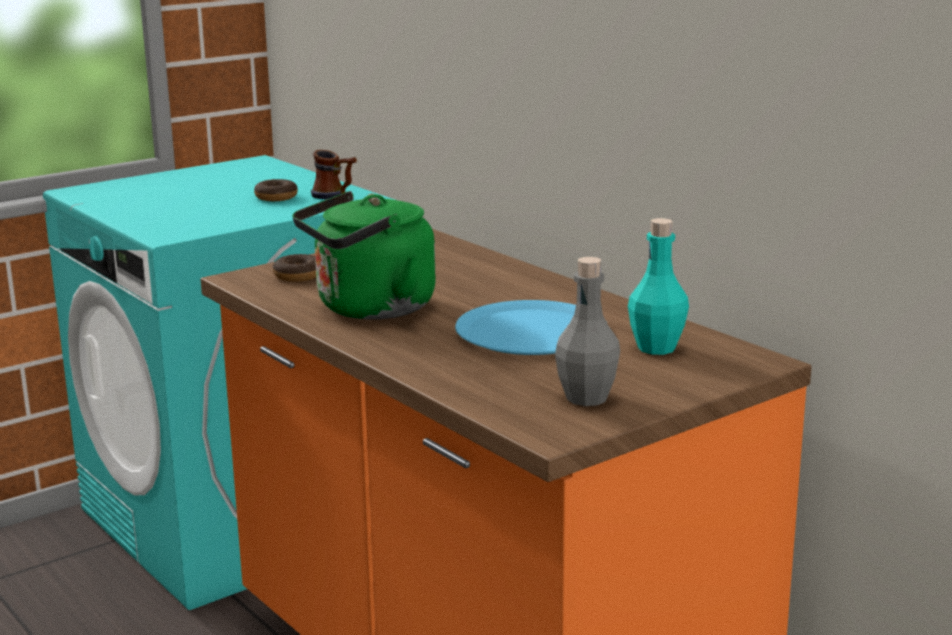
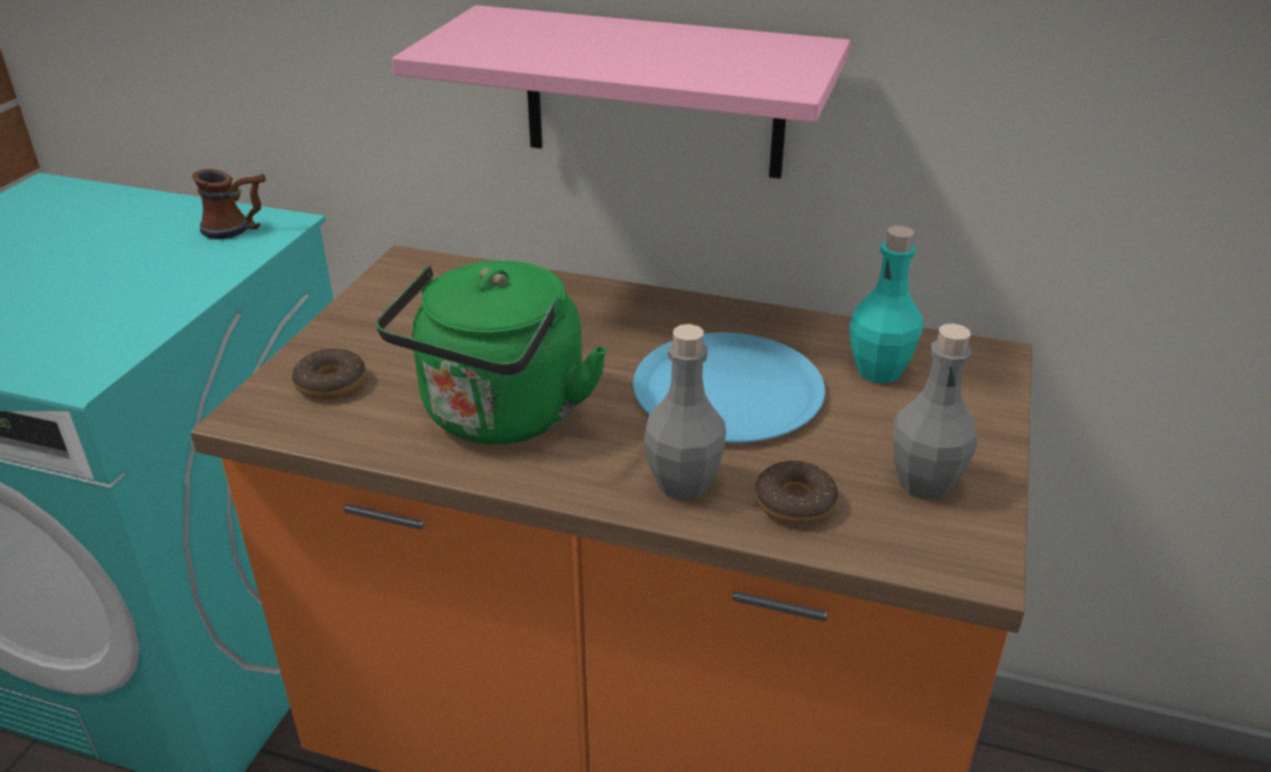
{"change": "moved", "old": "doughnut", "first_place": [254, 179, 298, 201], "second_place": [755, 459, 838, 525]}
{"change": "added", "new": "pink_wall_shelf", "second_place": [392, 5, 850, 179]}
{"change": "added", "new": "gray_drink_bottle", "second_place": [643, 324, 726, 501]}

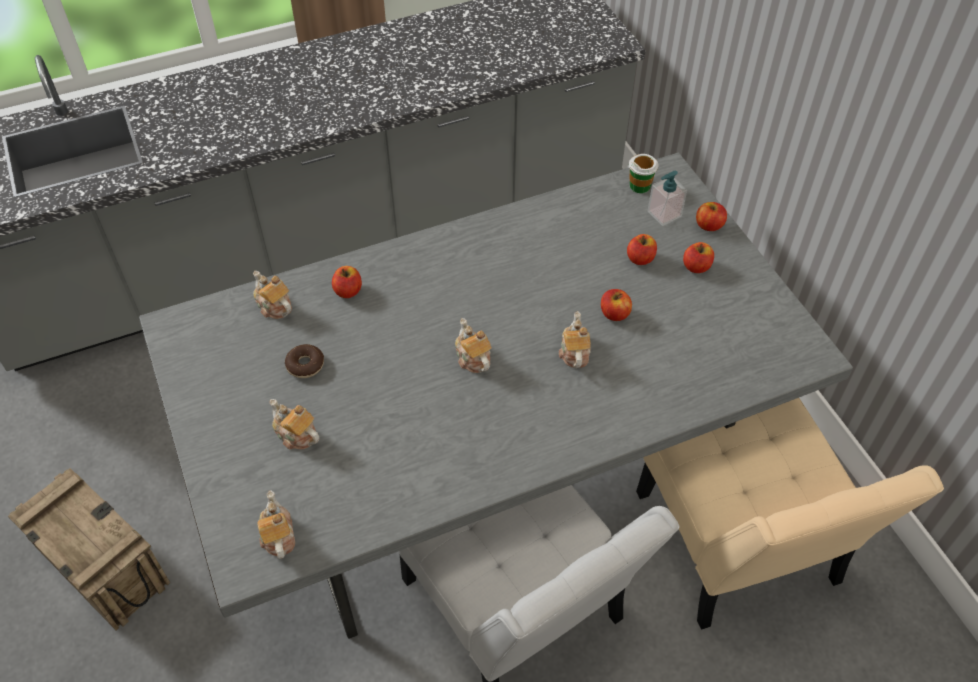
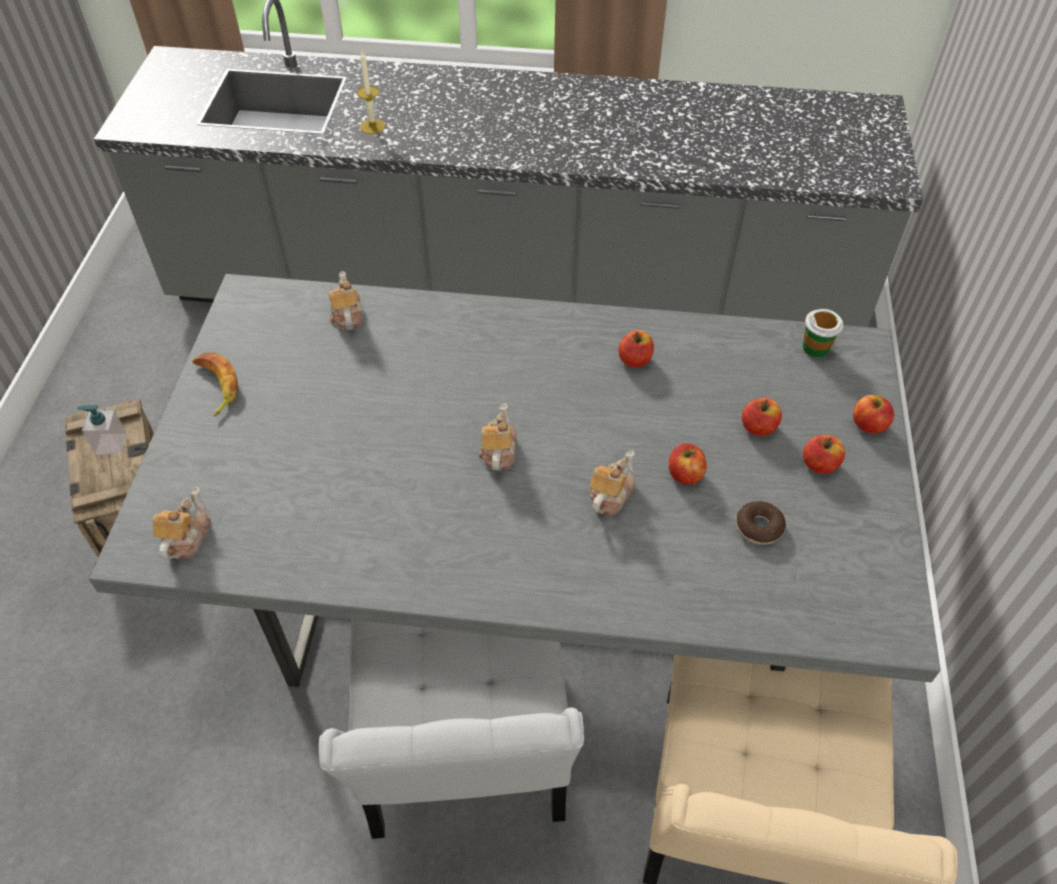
{"change": "moved", "old": "soap_dispenser", "first_place": [648, 170, 687, 226], "second_place": [77, 405, 127, 454]}
{"change": "moved", "old": "apple", "first_place": [332, 266, 362, 298], "second_place": [618, 330, 654, 368]}
{"change": "moved", "old": "doughnut", "first_place": [285, 344, 324, 378], "second_place": [736, 501, 786, 545]}
{"change": "removed", "old": "teapot", "first_place": [269, 399, 320, 450]}
{"change": "added", "new": "wax_candle", "second_place": [357, 51, 386, 134]}
{"change": "added", "new": "banana", "second_place": [192, 353, 238, 416]}

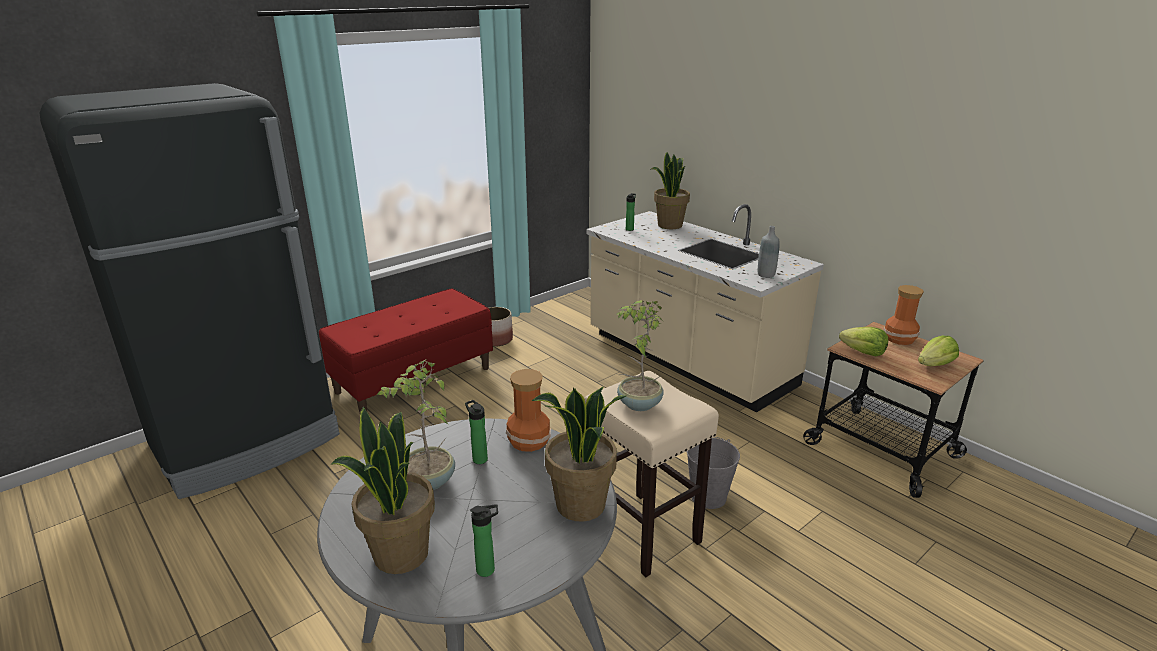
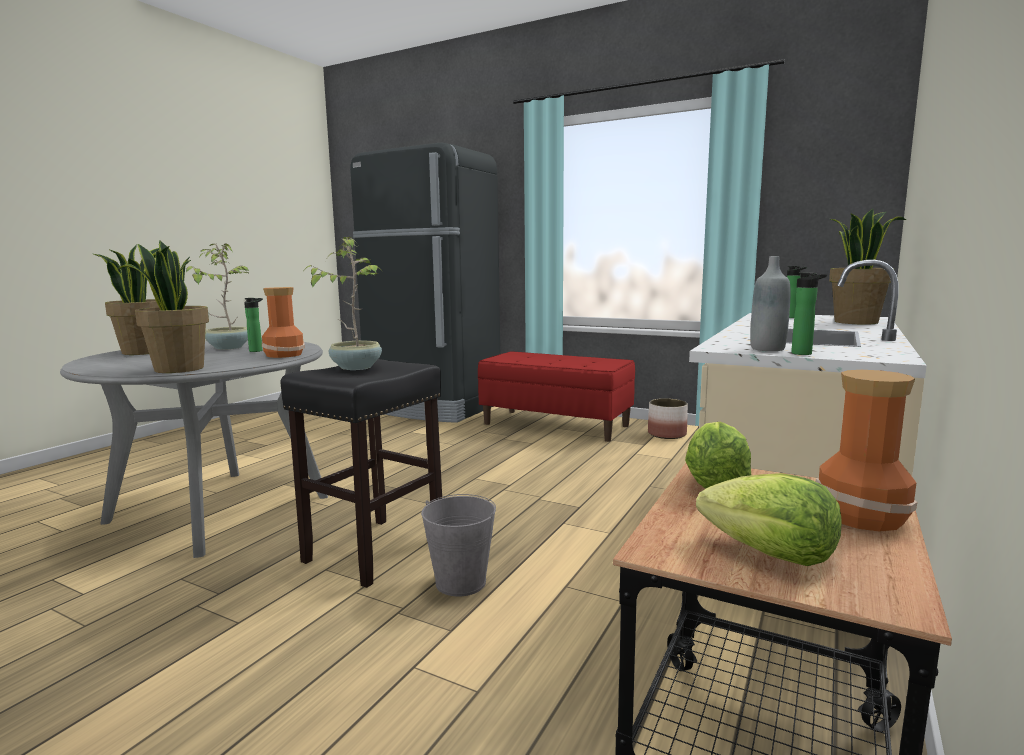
{"change": "recoloured", "old": "beige_sitting_stool", "new": "blackish_sitting_stool", "first_place": [584, 371, 719, 577], "second_place": [280, 359, 442, 588]}
{"change": "moved", "old": "drink_bottle", "first_place": [470, 504, 498, 577], "second_place": [791, 272, 827, 355]}

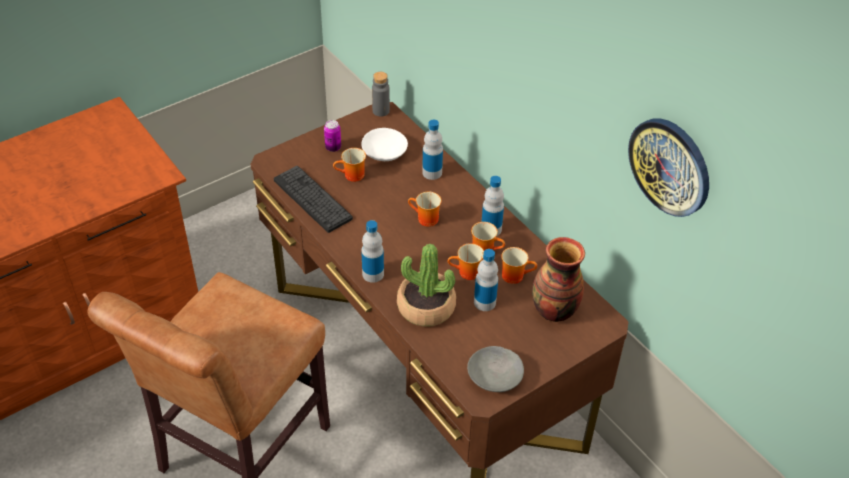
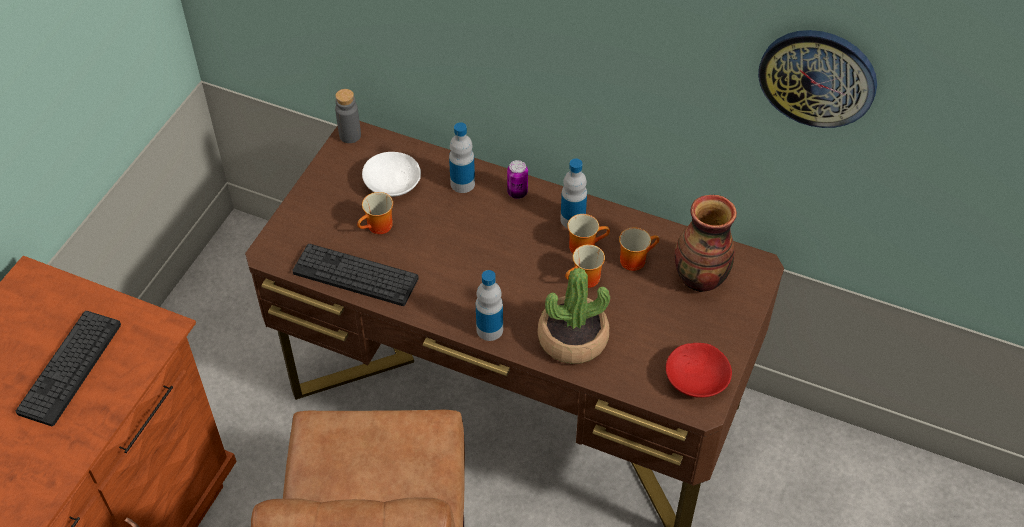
{"change": "moved", "old": "metal_can", "first_place": [324, 120, 341, 152], "second_place": [507, 160, 528, 199]}
{"change": "removed", "old": "mug", "first_place": [408, 192, 441, 227]}
{"change": "removed", "old": "drink_bottle", "first_place": [474, 249, 498, 311]}
{"change": "recoloured", "old": "gray_serving_bowl", "new": "reddish_serving_bowl", "first_place": [467, 346, 524, 392], "second_place": [666, 343, 732, 398]}
{"change": "added", "new": "computer_keyboard", "second_place": [16, 311, 121, 426]}

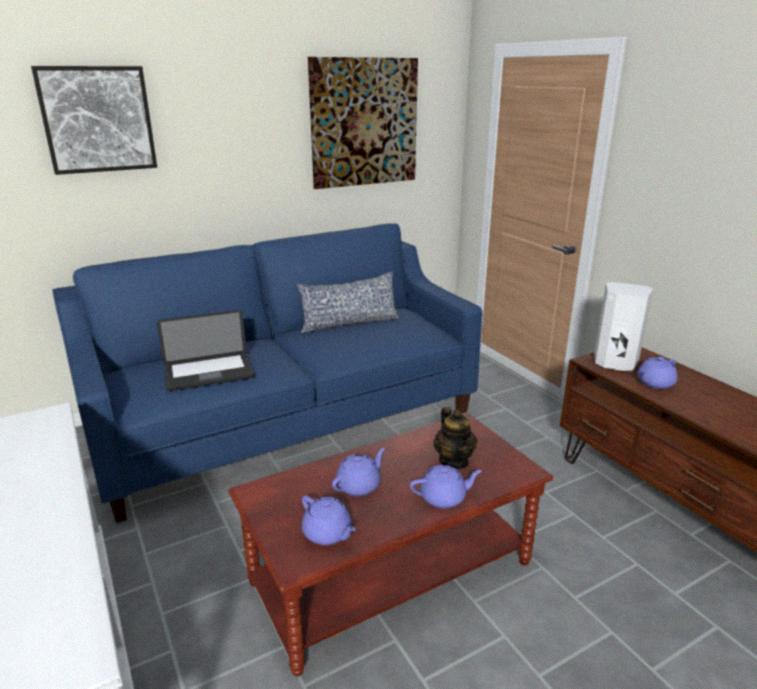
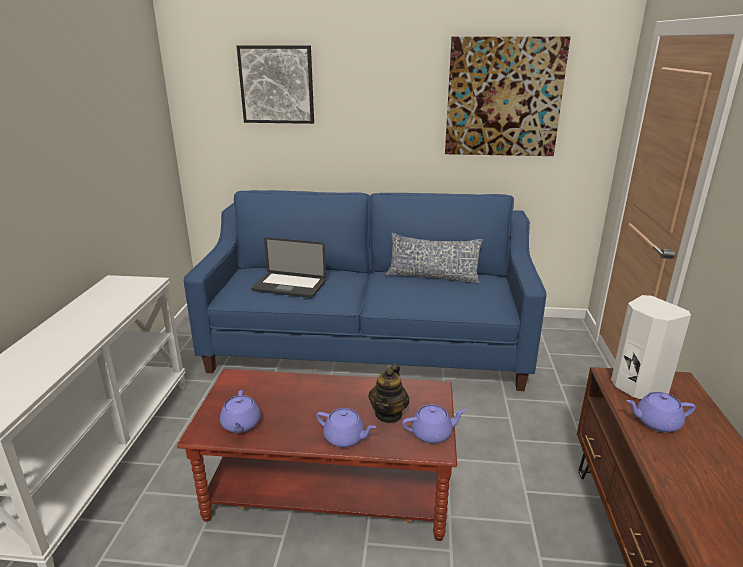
{"change": "moved", "old": "purplish_teapot", "first_place": [332, 448, 385, 496], "second_place": [402, 405, 466, 444]}

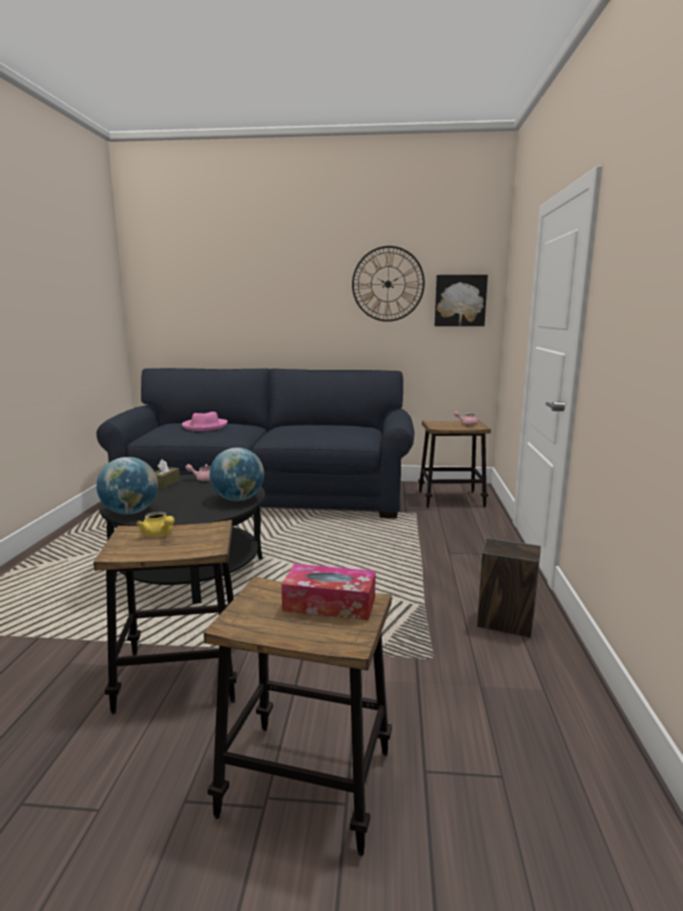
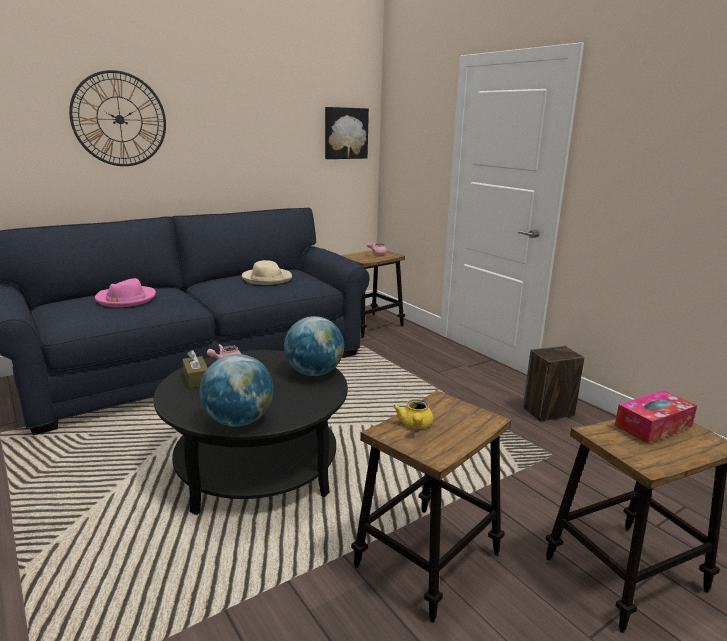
{"change": "moved", "old": "hanging_clock", "first_place": [352, 246, 425, 322], "second_place": [69, 70, 166, 166]}
{"change": "turned", "old": "yellow-coloured_teapot", "first_place": [136, 512, 175, 536], "second_place": [393, 399, 433, 428], "degrees": 90}
{"change": "added", "new": "beige_hat", "second_place": [242, 260, 292, 285]}

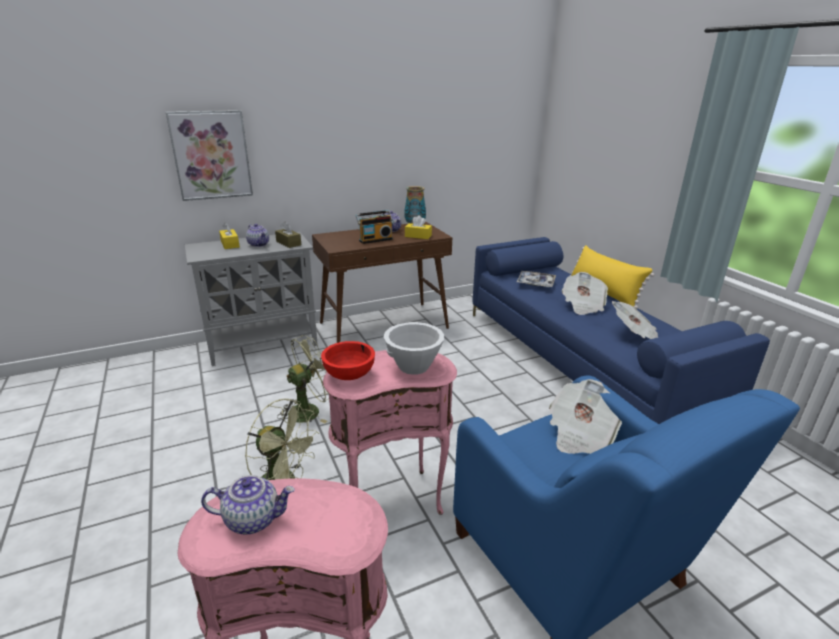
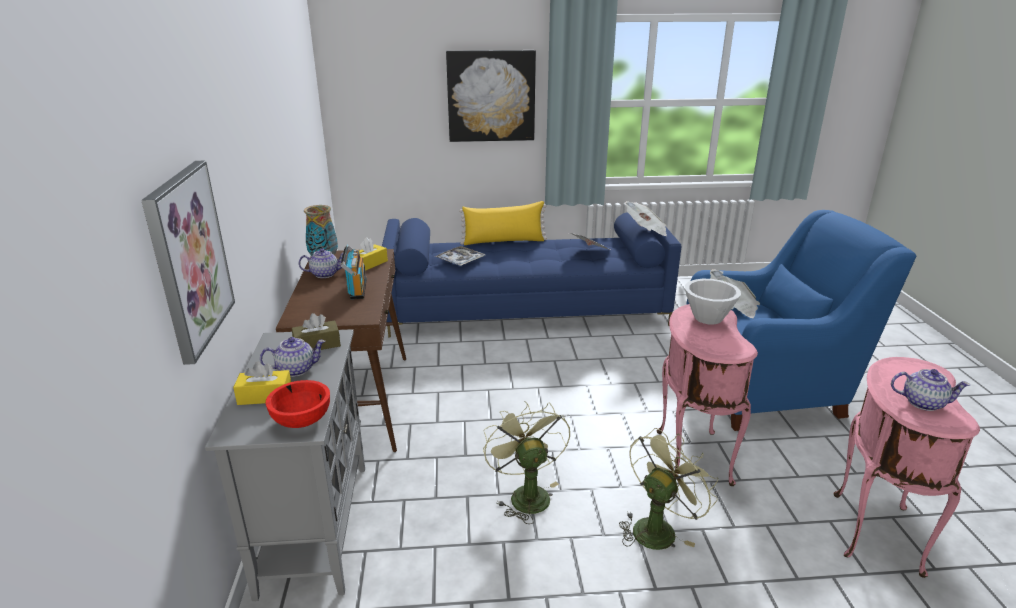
{"change": "moved", "old": "daily_paper", "first_place": [562, 272, 608, 315], "second_place": [625, 201, 667, 236]}
{"change": "moved", "old": "reddish_serving_bowl", "first_place": [321, 341, 375, 380], "second_place": [266, 380, 330, 428]}
{"change": "turned", "old": "teapot", "first_place": [201, 475, 295, 534], "second_place": [891, 369, 970, 411], "degrees": 90}
{"change": "added", "new": "wall_art", "second_place": [446, 50, 536, 142]}

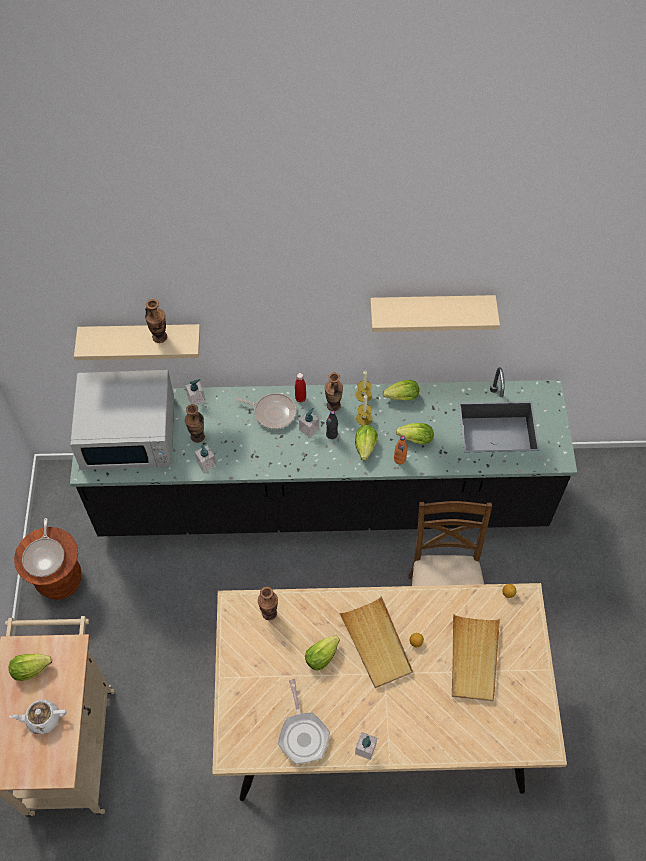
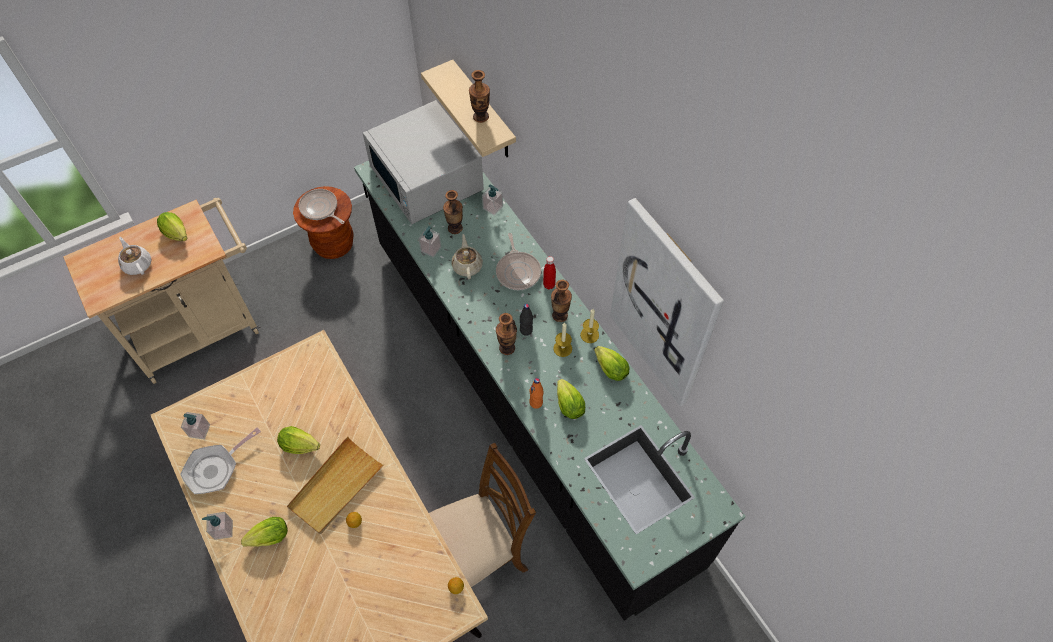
{"change": "replaced", "old": "beige_wall_shelf", "new": "wall_art", "first_place": [370, 295, 500, 332], "second_place": [610, 198, 724, 406]}
{"change": "moved", "old": "soap_dispenser", "first_place": [299, 408, 319, 438], "second_place": [181, 412, 210, 440]}
{"change": "moved", "old": "lettuce_head", "first_place": [355, 425, 378, 461], "second_place": [241, 517, 288, 547]}
{"change": "turned", "old": "frying_pan", "first_place": [22, 518, 64, 577], "second_place": [299, 189, 345, 224], "degrees": 75}
{"change": "moved", "old": "vase", "first_place": [258, 587, 278, 620], "second_place": [496, 313, 517, 355]}
{"change": "removed", "old": "beige_tray", "first_place": [452, 614, 500, 701]}
{"change": "added", "new": "beige_teapot", "second_place": [451, 234, 483, 279]}

